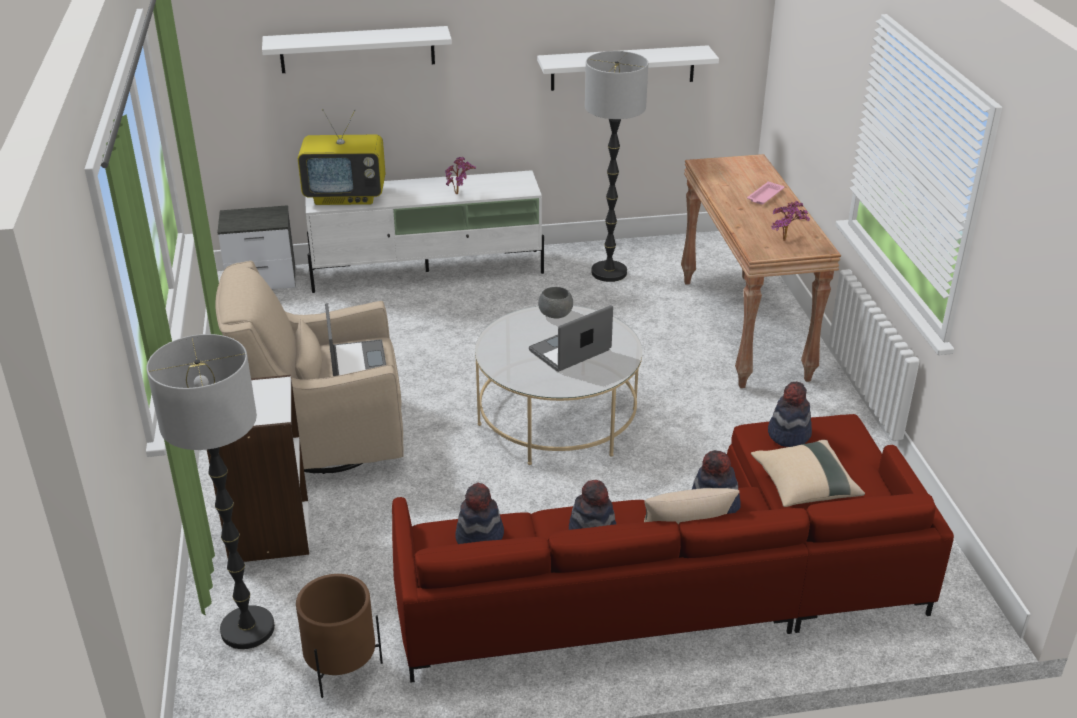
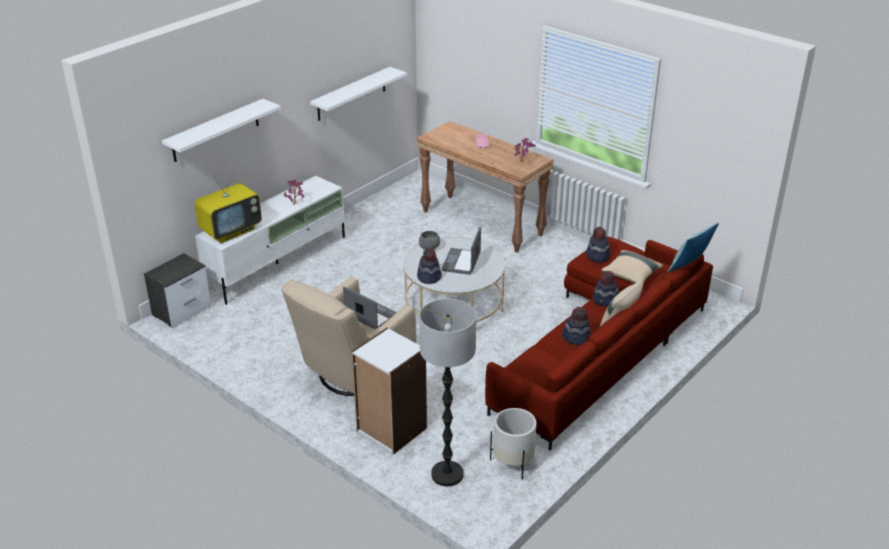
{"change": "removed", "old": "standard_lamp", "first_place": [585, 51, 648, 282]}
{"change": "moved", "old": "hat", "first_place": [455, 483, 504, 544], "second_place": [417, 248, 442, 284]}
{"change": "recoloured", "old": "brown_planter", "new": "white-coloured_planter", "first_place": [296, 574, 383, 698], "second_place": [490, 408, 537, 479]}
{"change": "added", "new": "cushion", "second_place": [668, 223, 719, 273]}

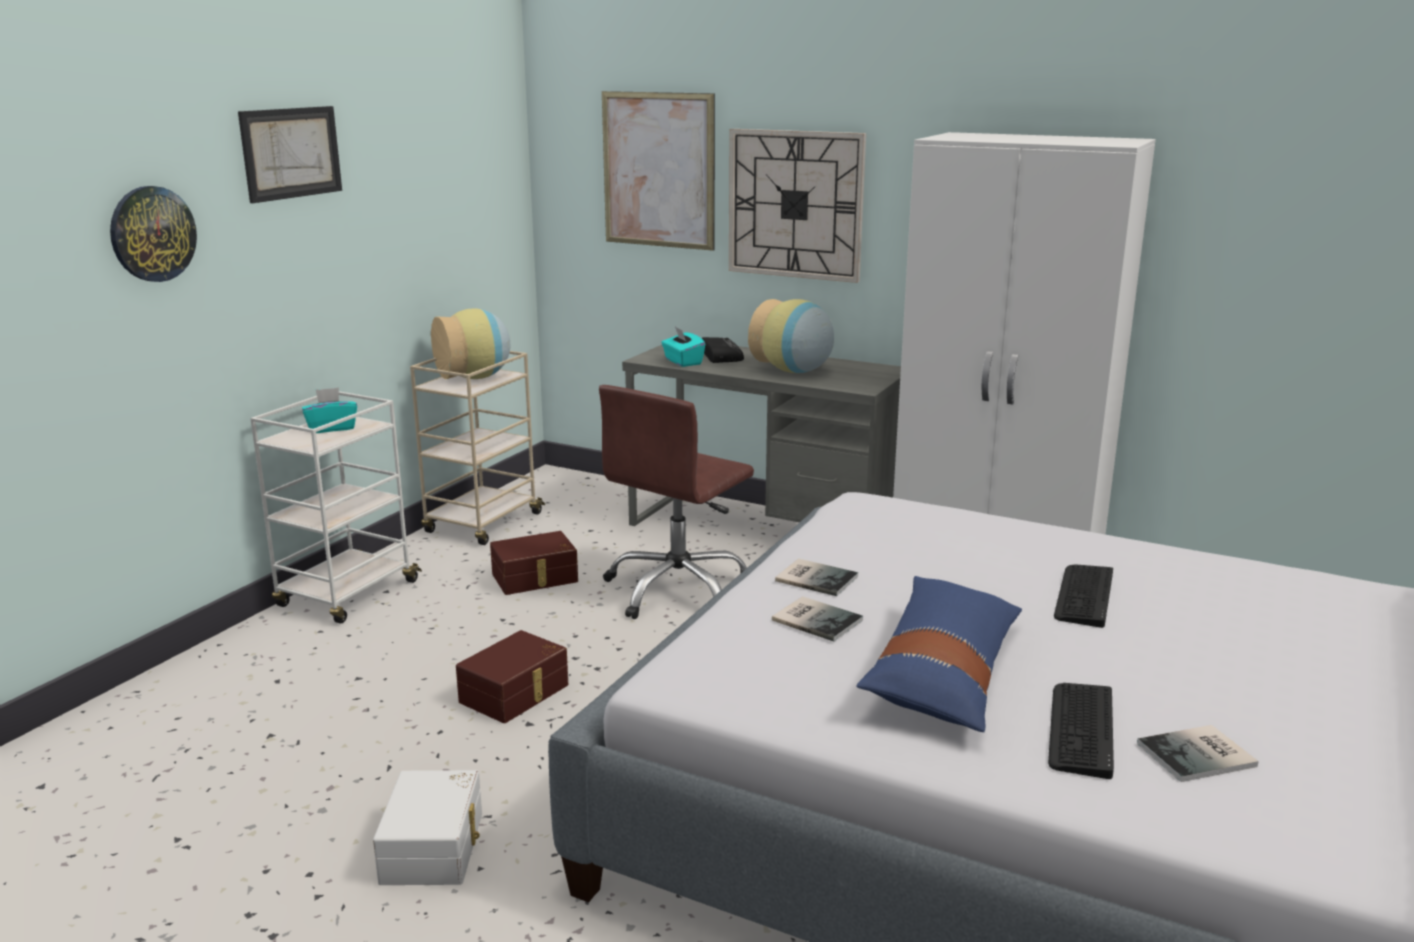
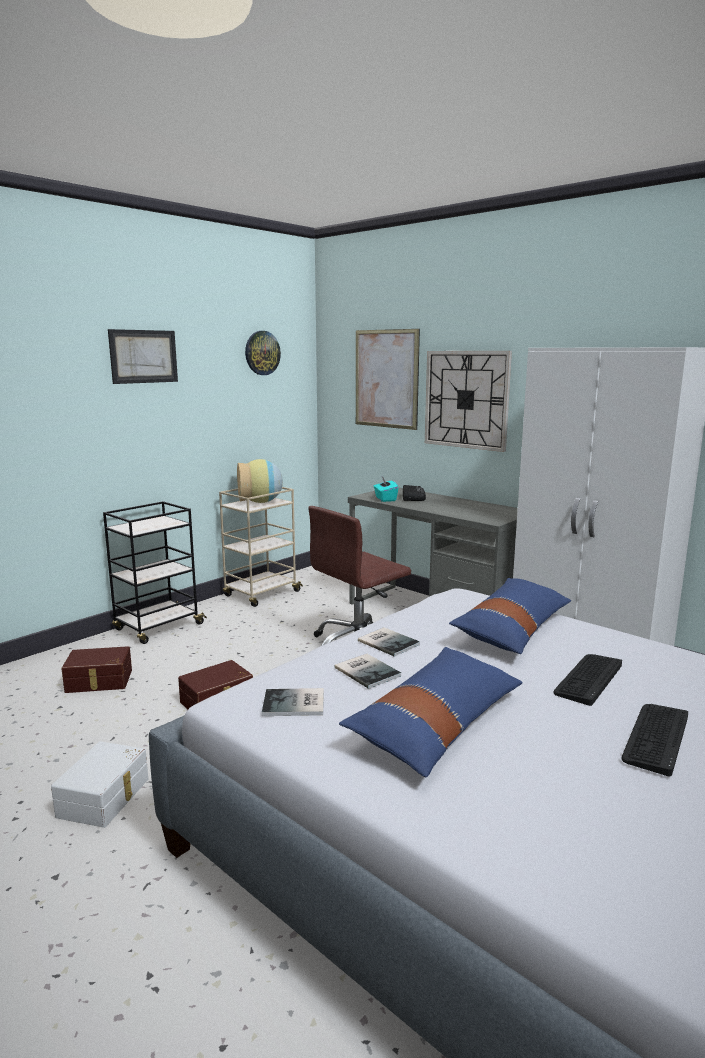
{"change": "moved", "old": "hanging_clock", "first_place": [110, 186, 197, 282], "second_place": [245, 331, 281, 375]}
{"change": "removed", "old": "vase", "first_place": [748, 299, 834, 373]}
{"change": "removed", "old": "turquoise-coloured_box_of_tissues", "first_place": [302, 387, 357, 433]}
{"change": "recoloured", "old": "white-coloured_wheeled_cart", "new": "blackish_wheeled_cart", "first_place": [250, 391, 422, 623], "second_place": [103, 501, 207, 644]}
{"change": "moved", "old": "brown_storage_bin", "first_place": [490, 531, 578, 595], "second_place": [61, 646, 132, 693]}
{"change": "moved", "old": "computer_keyboard", "first_place": [1048, 683, 1114, 779], "second_place": [622, 704, 688, 777]}
{"change": "moved", "old": "book", "first_place": [1137, 725, 1259, 782], "second_place": [262, 688, 324, 716]}
{"change": "added", "new": "blue_cushion", "second_place": [449, 578, 571, 654]}

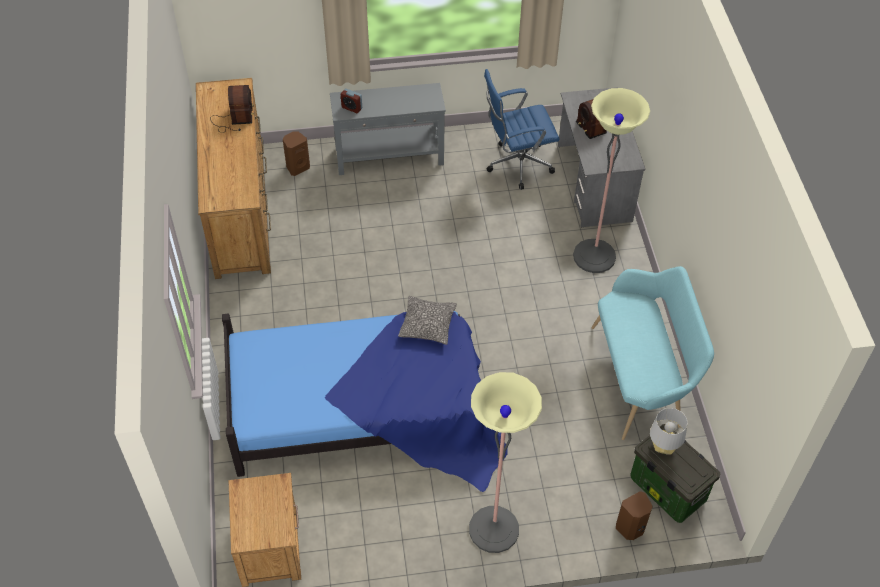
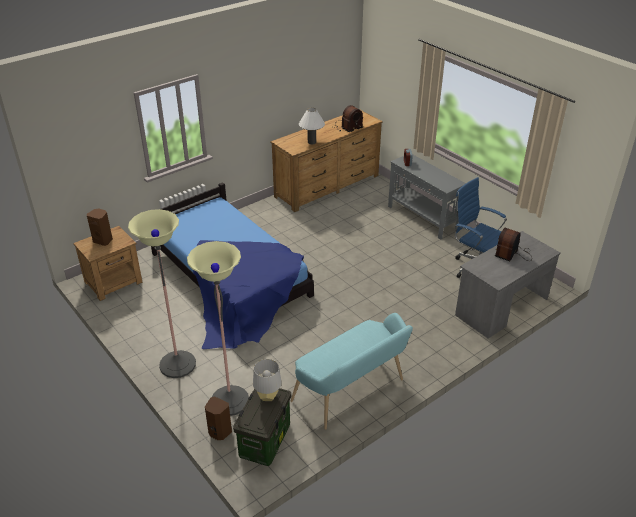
{"change": "moved", "old": "standard_lamp", "first_place": [573, 88, 650, 273], "second_place": [187, 241, 249, 416]}
{"change": "moved", "old": "brown_loudspeaker", "first_place": [283, 131, 310, 176], "second_place": [87, 209, 113, 246]}
{"change": "removed", "old": "cushion", "first_place": [398, 296, 457, 345]}
{"change": "added", "new": "white-coloured_lamp_for_a_table", "second_place": [299, 108, 325, 145]}

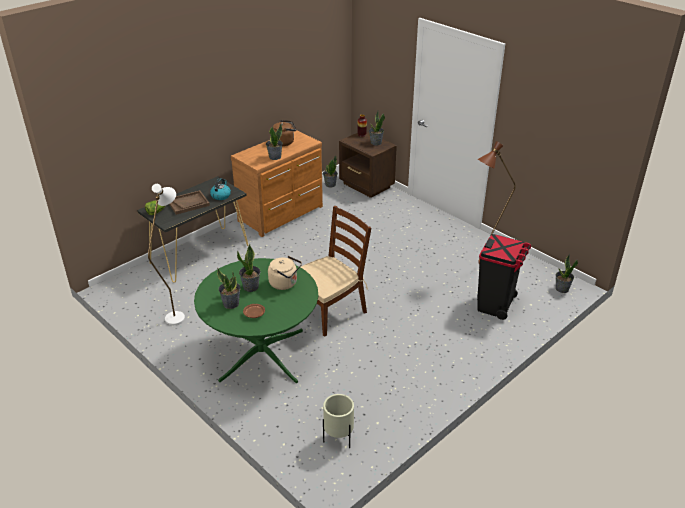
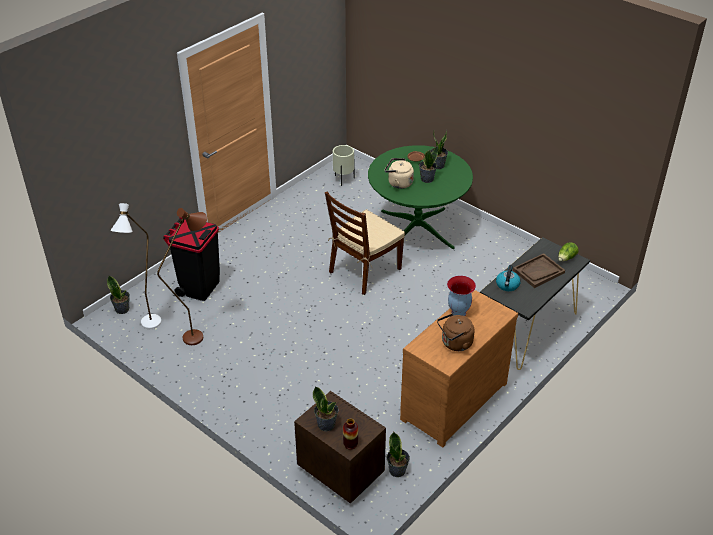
{"change": "replaced", "old": "plant_in_a_pot", "new": "vase", "first_place": [266, 124, 283, 160], "second_place": [447, 275, 476, 316]}
{"change": "moved", "old": "white-coloured_standard_lamp", "first_place": [148, 184, 185, 325], "second_place": [110, 203, 162, 329]}

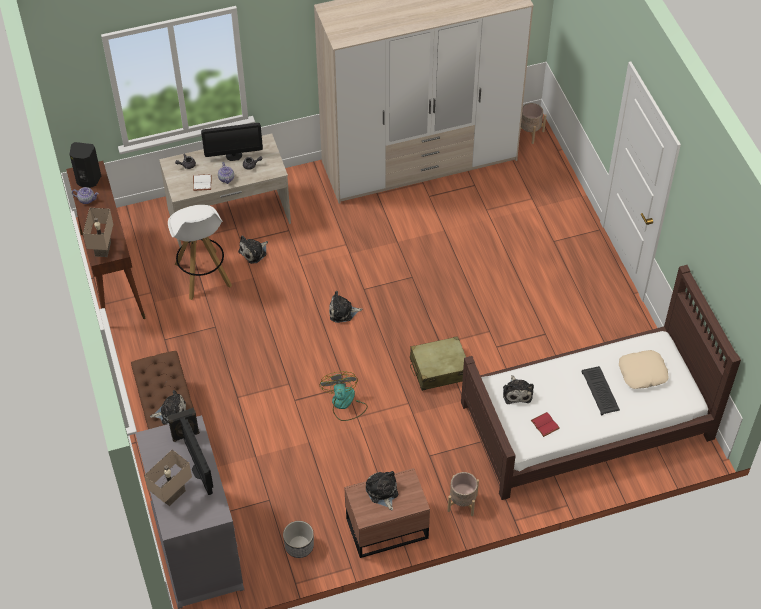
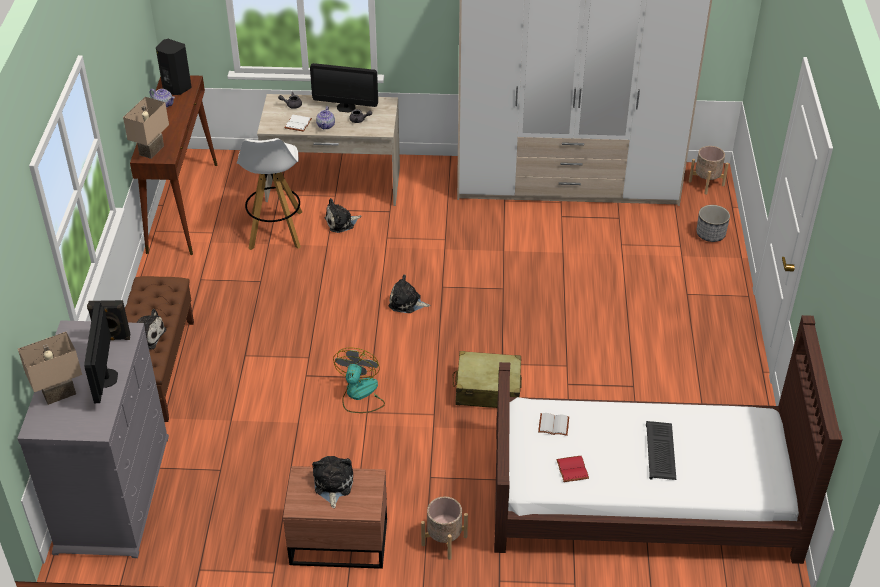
{"change": "removed", "old": "beige_cushion", "first_place": [619, 350, 669, 389]}
{"change": "replaced", "old": "plush_toy", "new": "white-coloured_book", "first_place": [503, 375, 534, 404], "second_place": [538, 413, 569, 436]}
{"change": "moved", "old": "planter", "first_place": [283, 521, 314, 558], "second_place": [696, 205, 730, 242]}

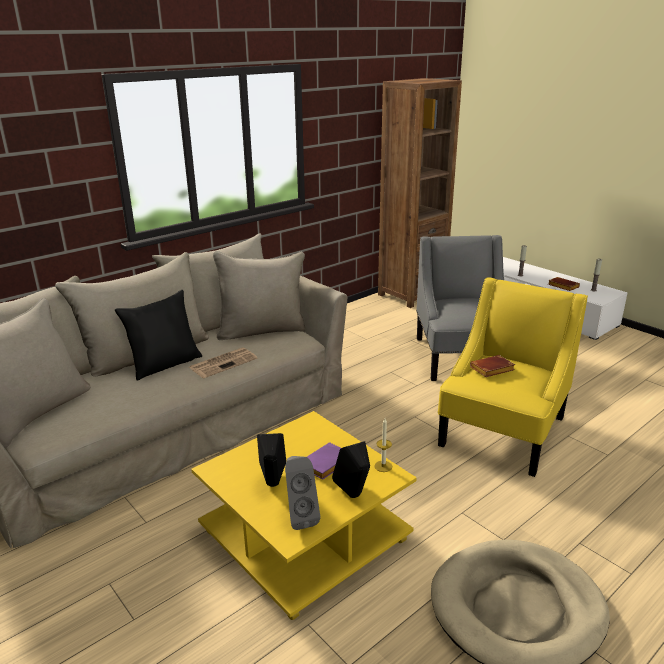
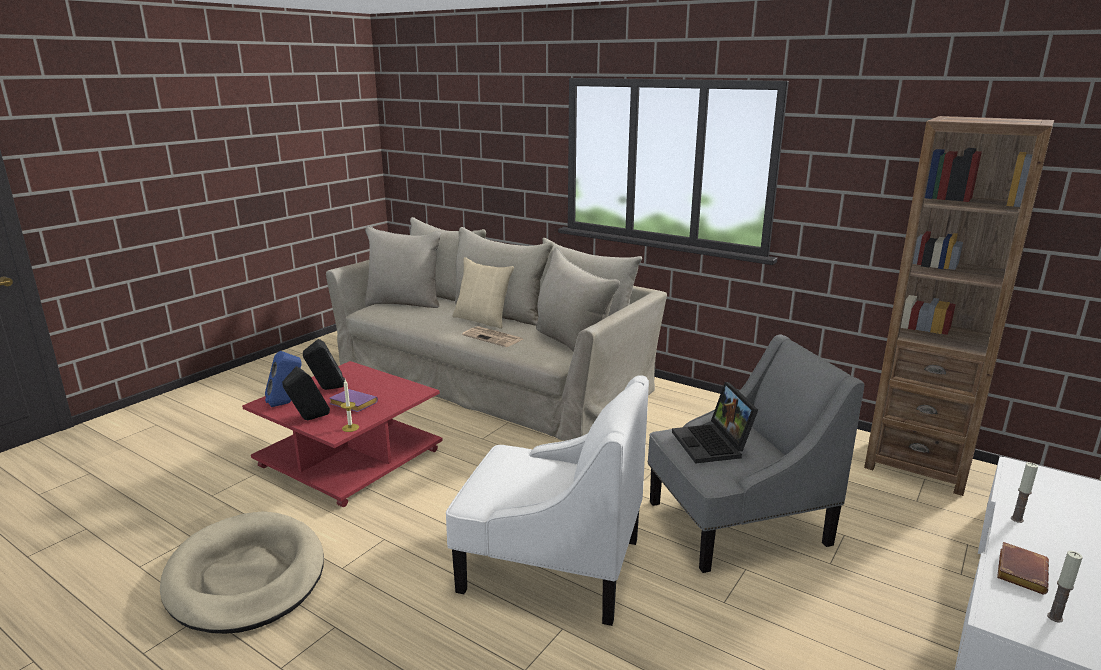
{"change": "recoloured", "old": "yellow-coloured_lounge_chair", "new": "white-coloured_lounge_chair", "first_place": [438, 277, 588, 477], "second_place": [446, 375, 649, 626]}
{"change": "recoloured", "old": "blackish_cushion", "new": "beige_cushion", "first_place": [115, 290, 202, 381], "second_place": [453, 257, 514, 329]}
{"change": "removed", "old": "brown_book", "first_place": [470, 355, 515, 377]}
{"change": "recoloured", "old": "yellow-coloured_coffee_table", "new": "reddish_coffee_table", "first_place": [191, 411, 417, 620], "second_place": [242, 361, 443, 507]}
{"change": "recoloured", "old": "gray_loudspeaker", "new": "blue_loudspeaker", "first_place": [285, 456, 320, 530], "second_place": [265, 351, 302, 407]}
{"change": "added", "new": "notebook_computer", "second_place": [672, 382, 758, 464]}

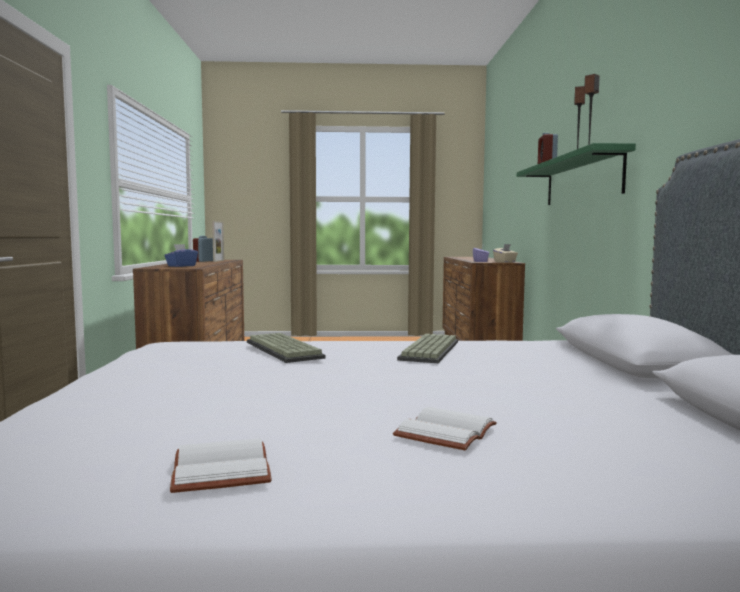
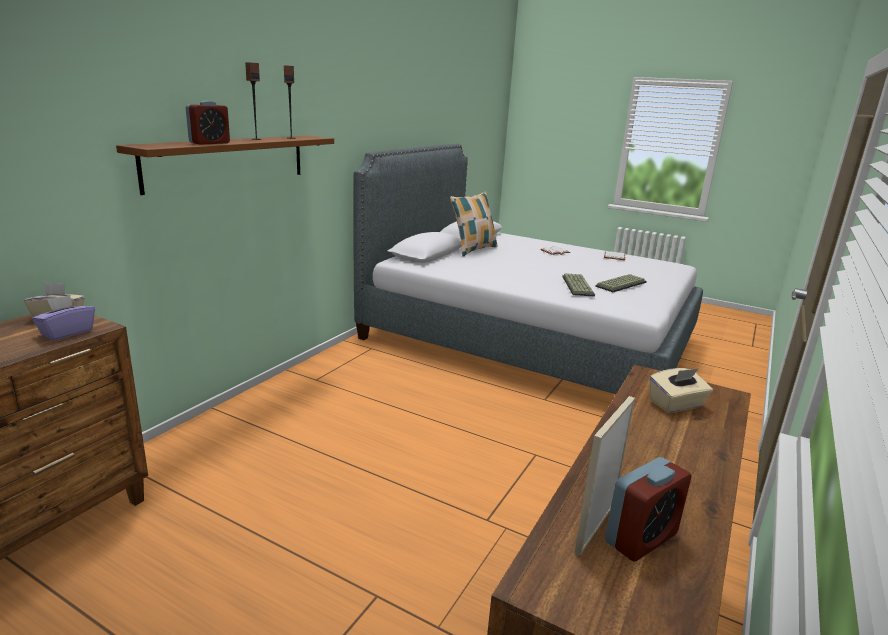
{"change": "recoloured", "old": "greenish_wall_shelf", "new": "brown_wall_shelf", "first_place": [517, 143, 636, 205], "second_place": [116, 135, 334, 195]}
{"change": "recoloured", "old": "blue_box_of_tissues", "new": "beige_box_of_tissues", "first_place": [164, 244, 198, 267], "second_place": [649, 368, 713, 413]}
{"change": "moved", "old": "computer_keyboard", "first_place": [397, 334, 458, 363], "second_place": [595, 274, 647, 292]}
{"change": "added", "new": "cushion", "second_place": [450, 191, 497, 256]}

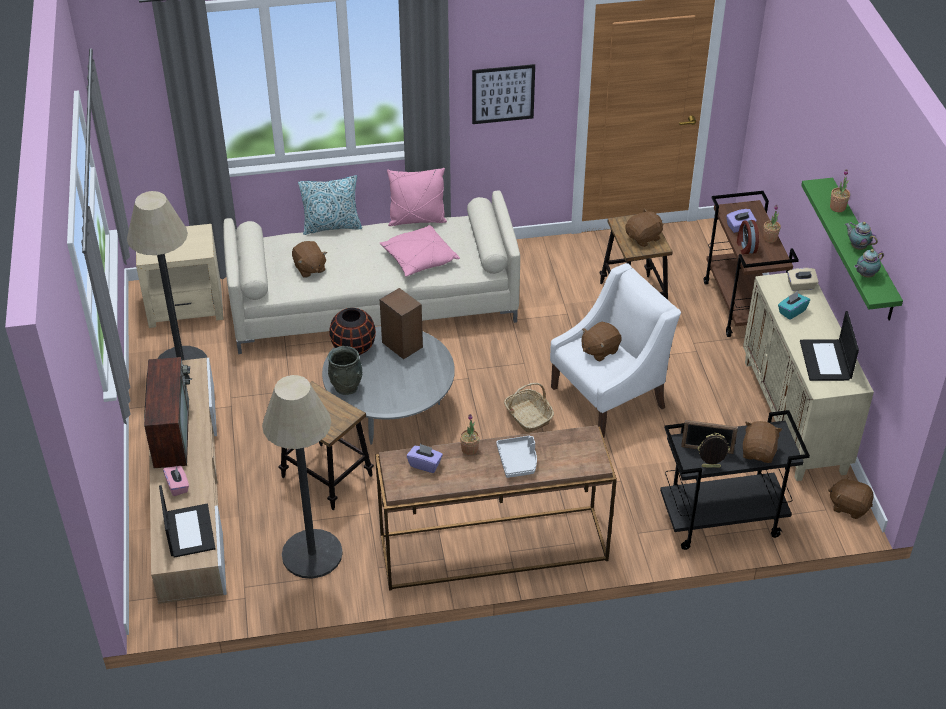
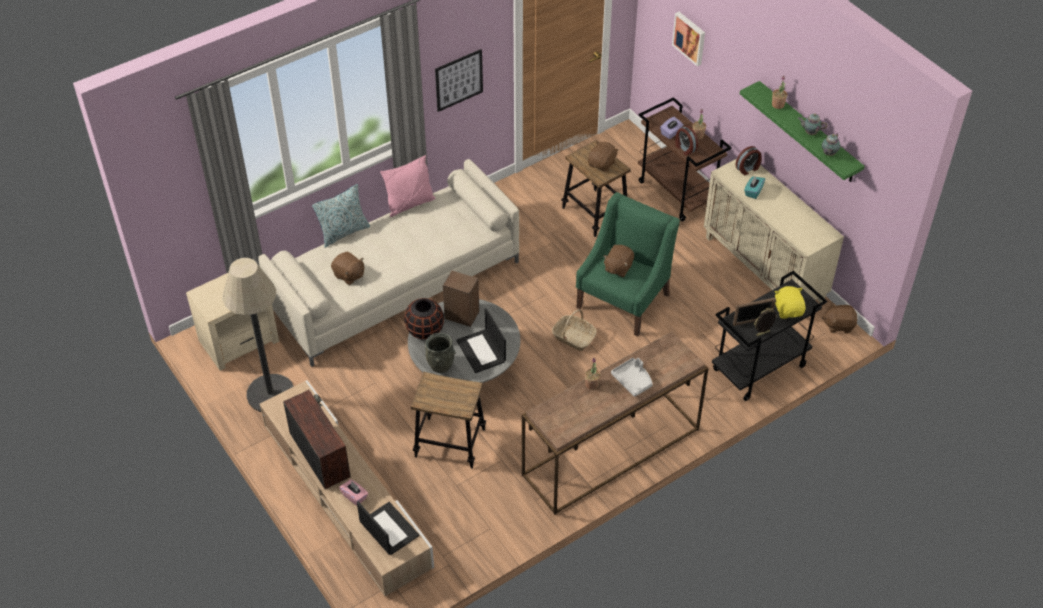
{"change": "removed", "old": "pink_cushion", "first_place": [379, 225, 460, 277]}
{"change": "recoloured", "old": "white-coloured_lounge_chair", "new": "greenish_lounge_chair", "first_place": [550, 263, 681, 438], "second_place": [576, 192, 680, 337]}
{"change": "replaced", "old": "beige_box_of_tissues", "new": "alarm_clock", "first_place": [787, 268, 818, 291], "second_place": [735, 146, 762, 175]}
{"change": "moved", "old": "notebook_computer", "first_place": [800, 311, 859, 381], "second_place": [456, 308, 506, 373]}
{"change": "removed", "old": "standard_lamp", "first_place": [262, 375, 343, 579]}
{"change": "recoloured", "old": "brown_plush_toy", "new": "yellow-coloured_plush_toy", "first_place": [743, 421, 782, 463], "second_place": [775, 286, 806, 319]}
{"change": "removed", "old": "purplish_box_of_tissues", "first_place": [407, 444, 443, 473]}
{"change": "added", "new": "wall_art", "second_place": [672, 12, 705, 66]}

